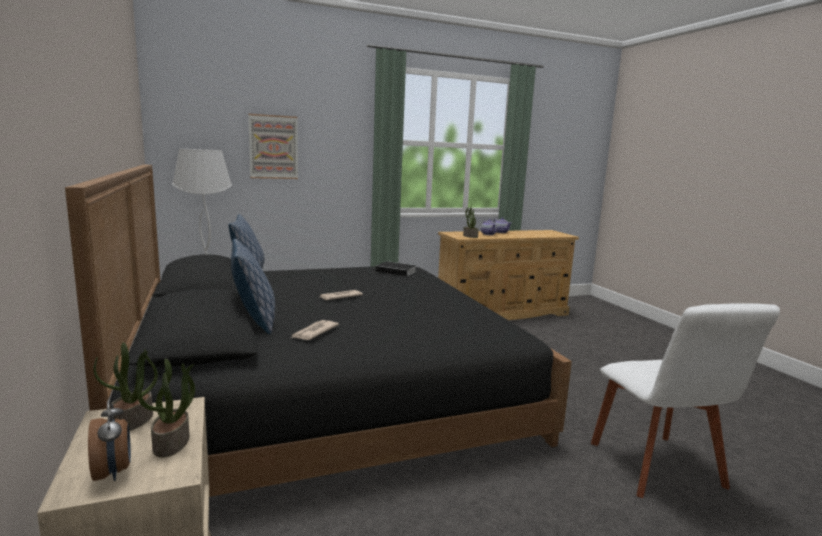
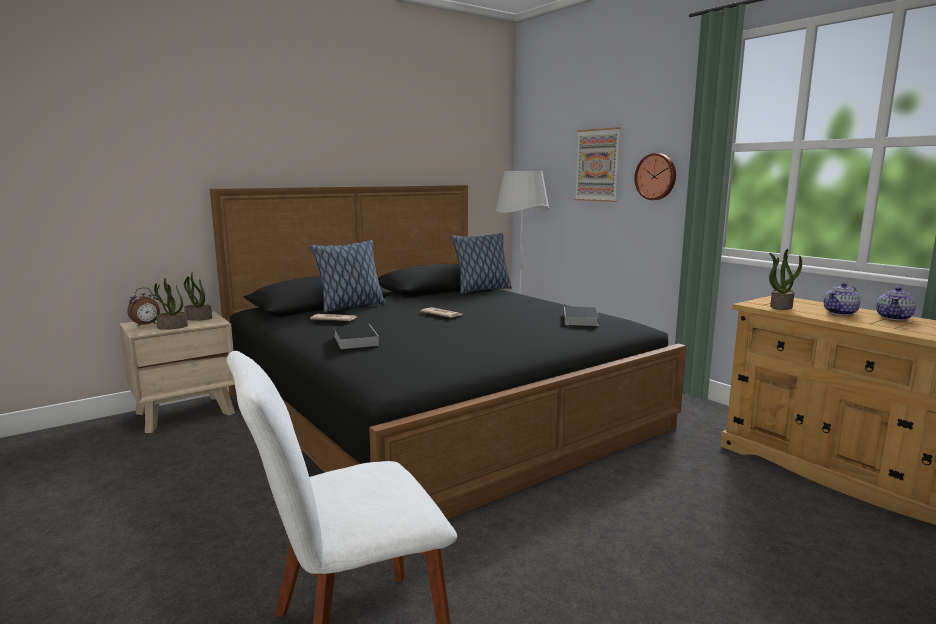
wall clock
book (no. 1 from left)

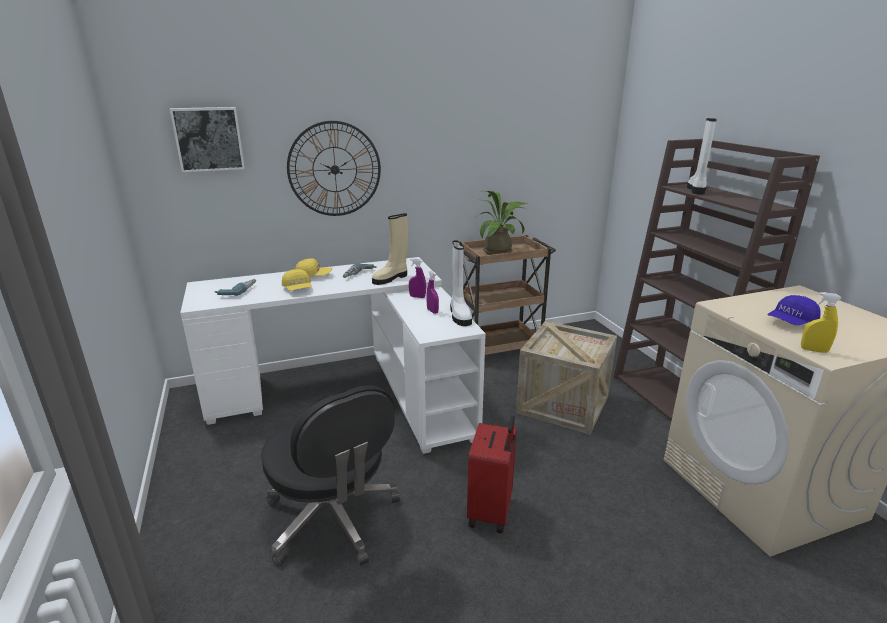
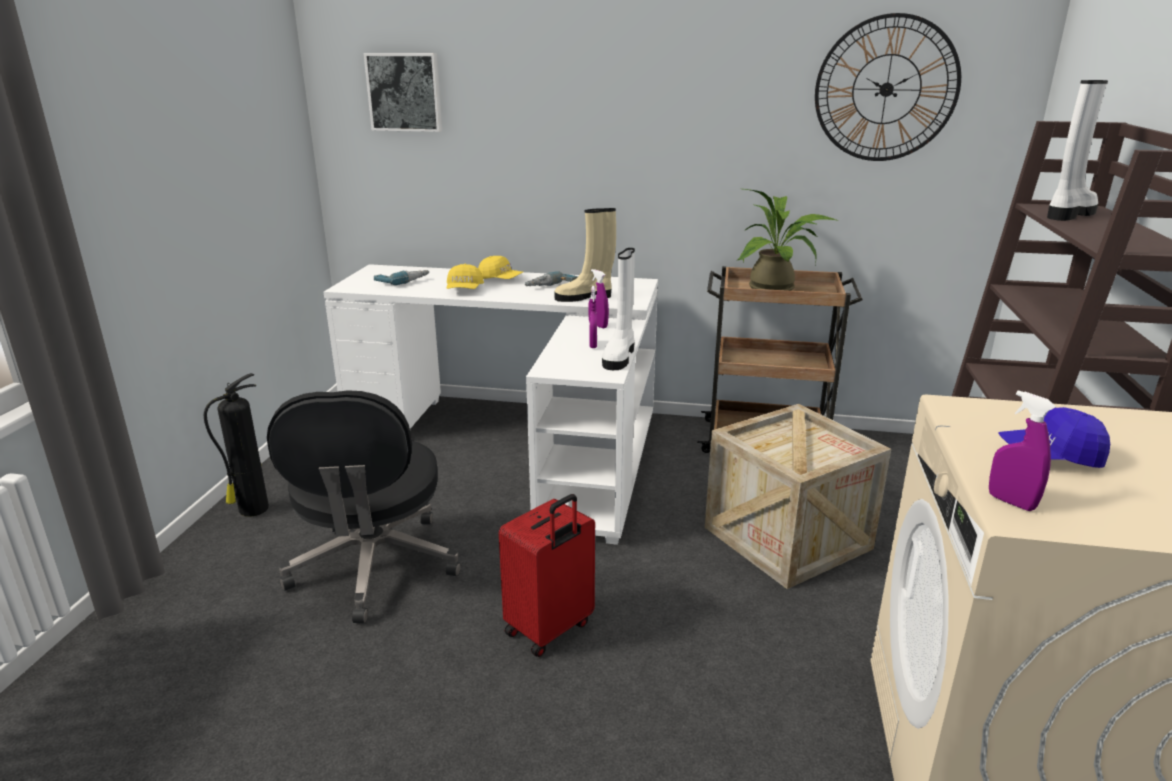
wall clock
spray bottle/purple (no. 3 from left)
fire extinguisher

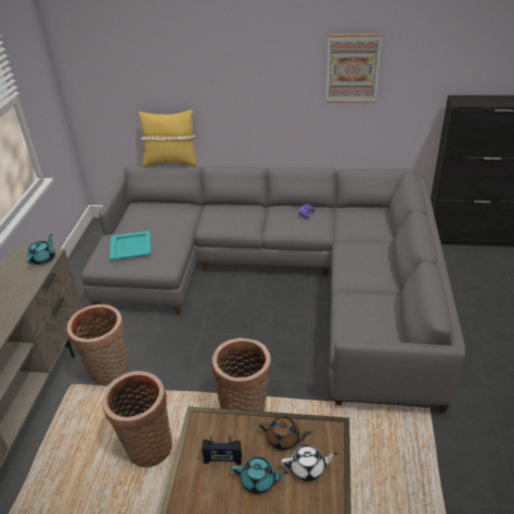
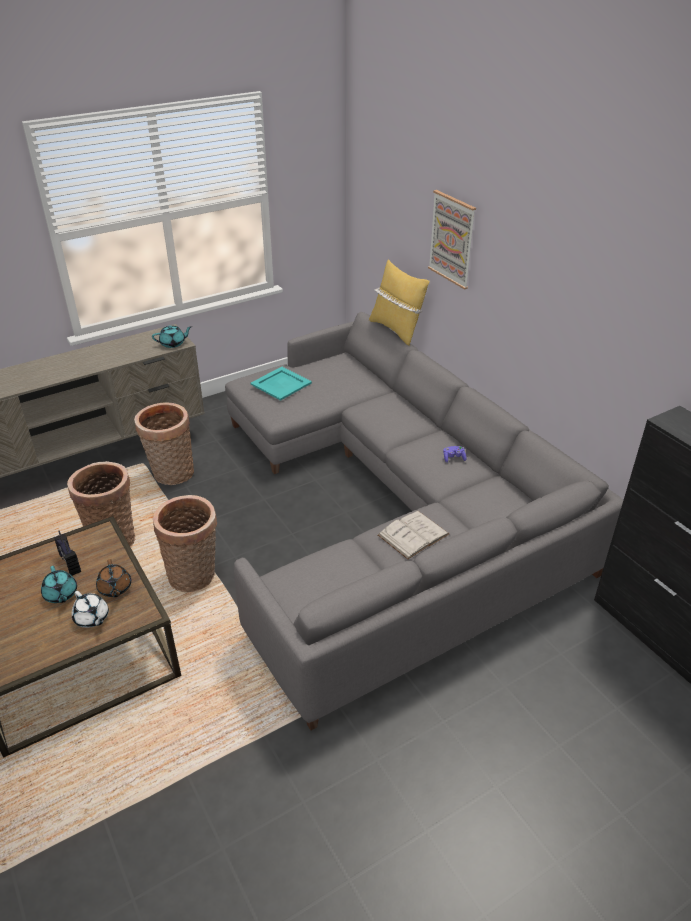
picture
book/white

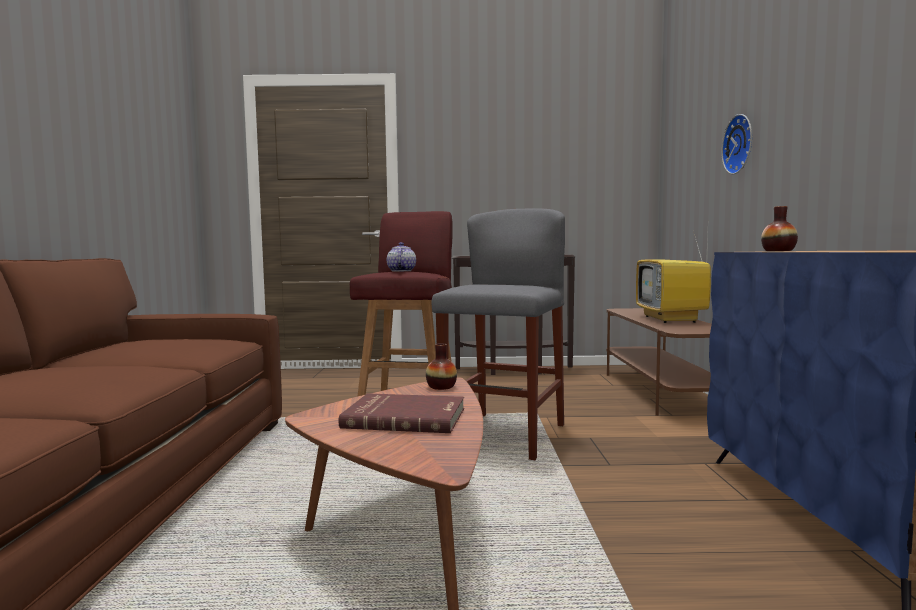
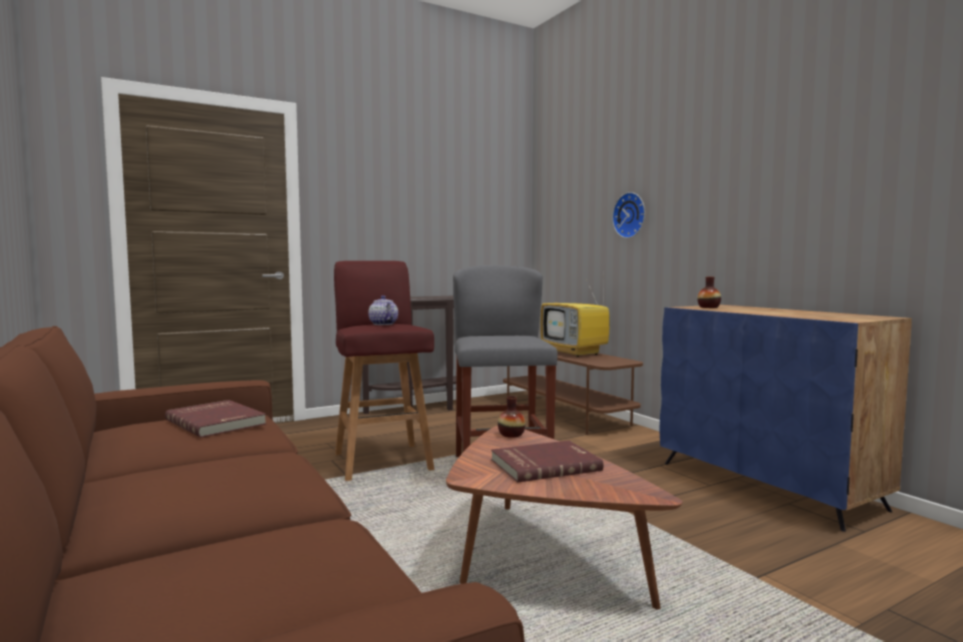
book/red (no. 1 from left)

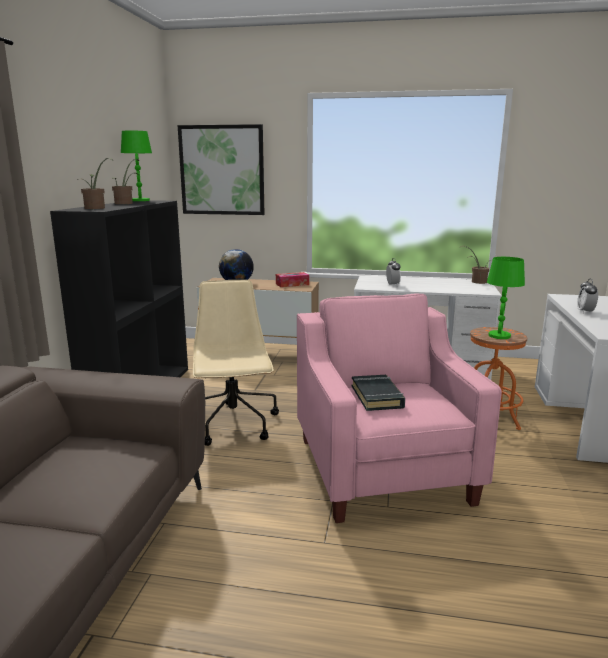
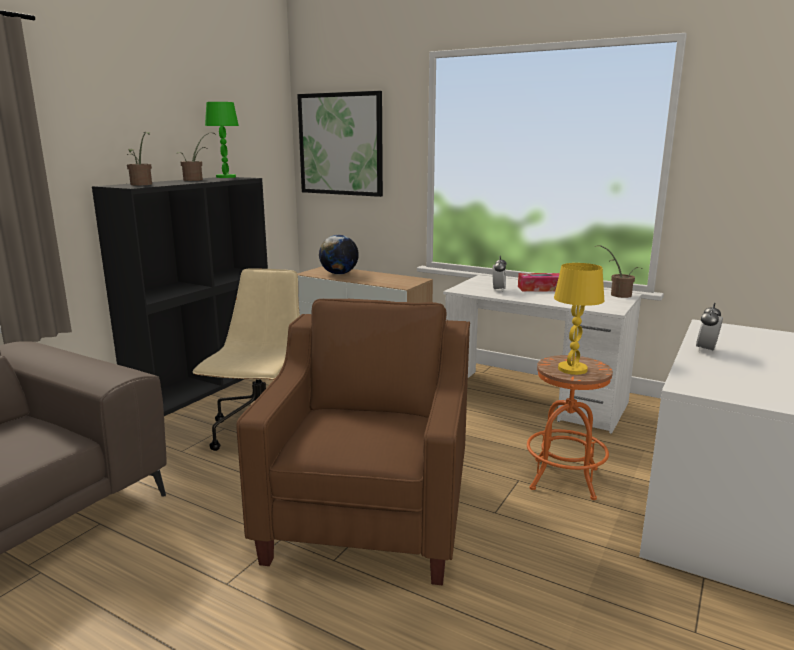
table lamp/yellow
tissue box
armchair/brown
book/black

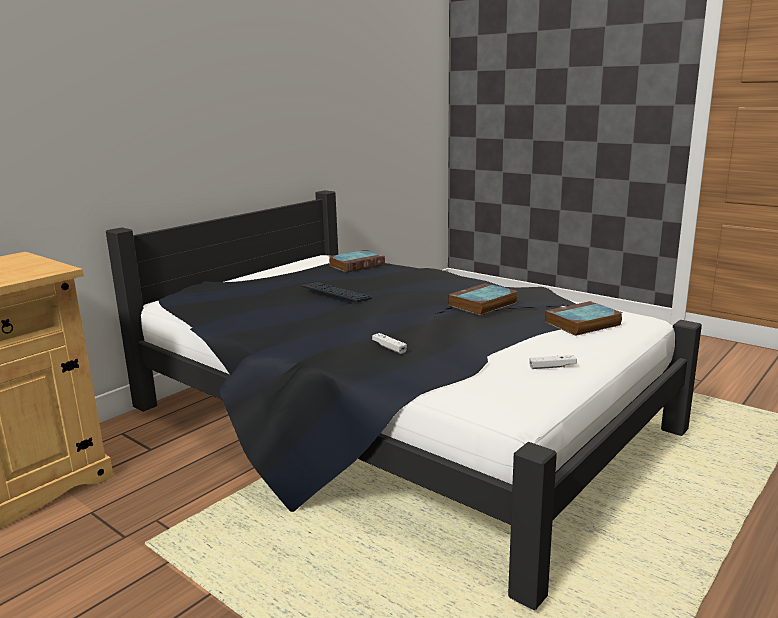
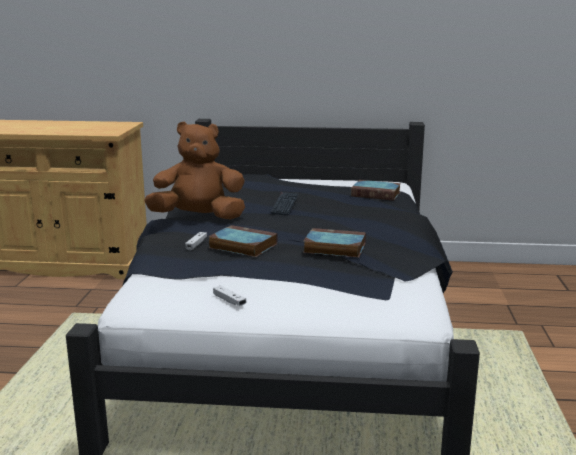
book (no. 1 from left)
plush toy/brown

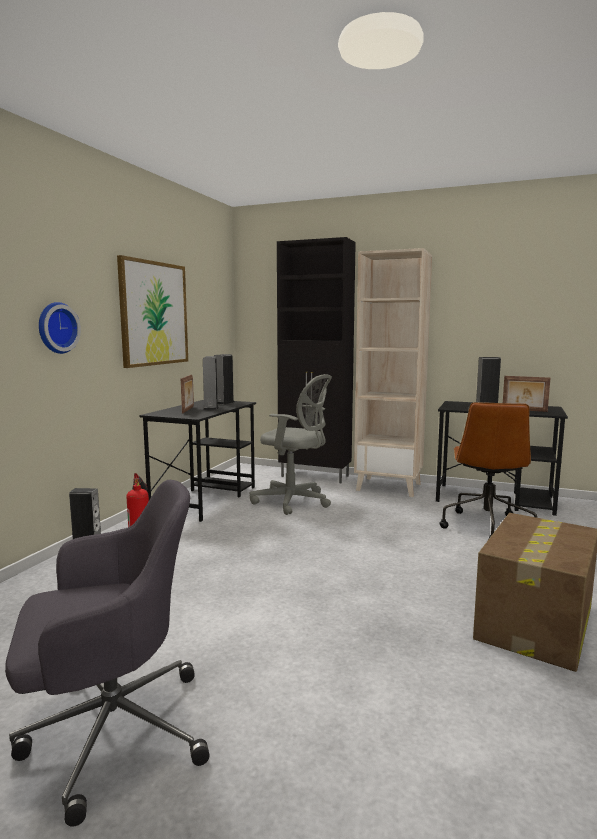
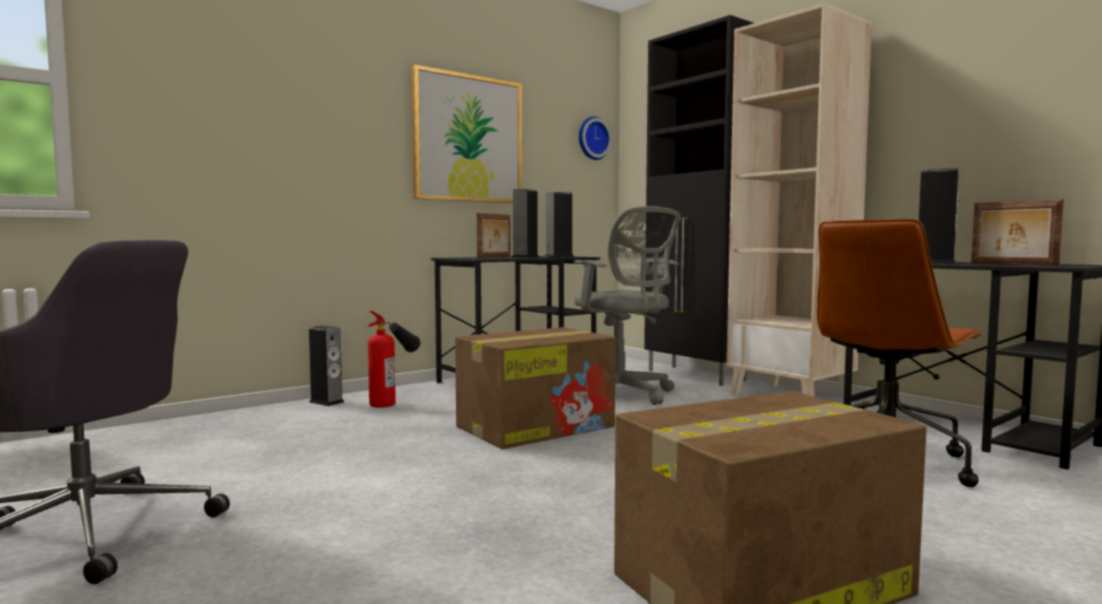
wall clock
cardboard box (no. 1 from left)

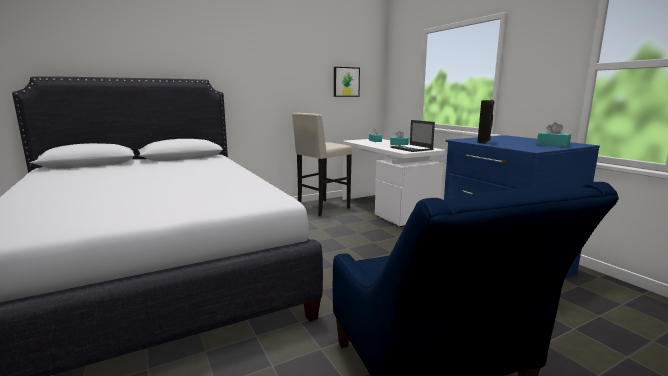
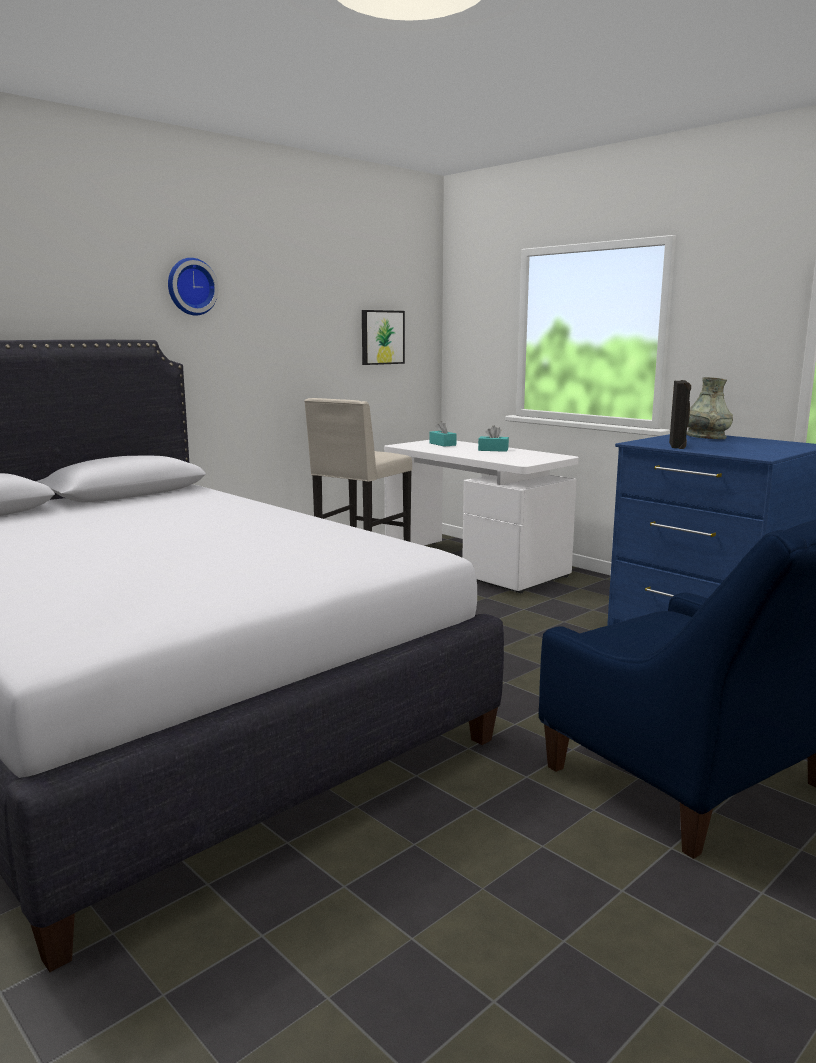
laptop
tissue box/turquoise (no. 3 from left in the first image)
wall clock
vase/grey

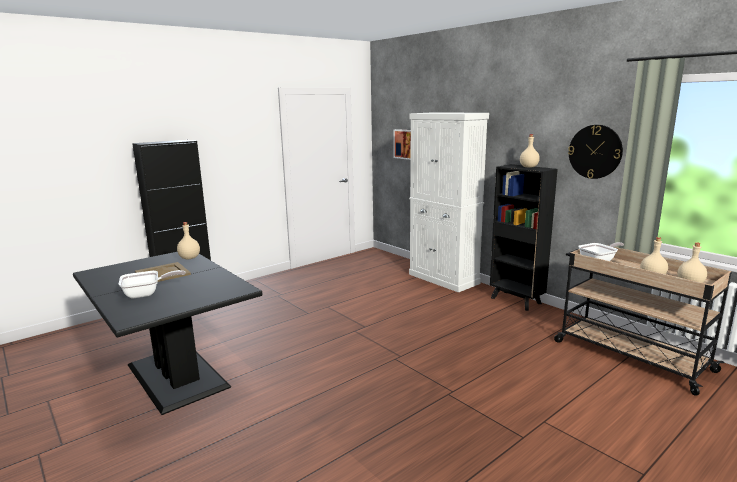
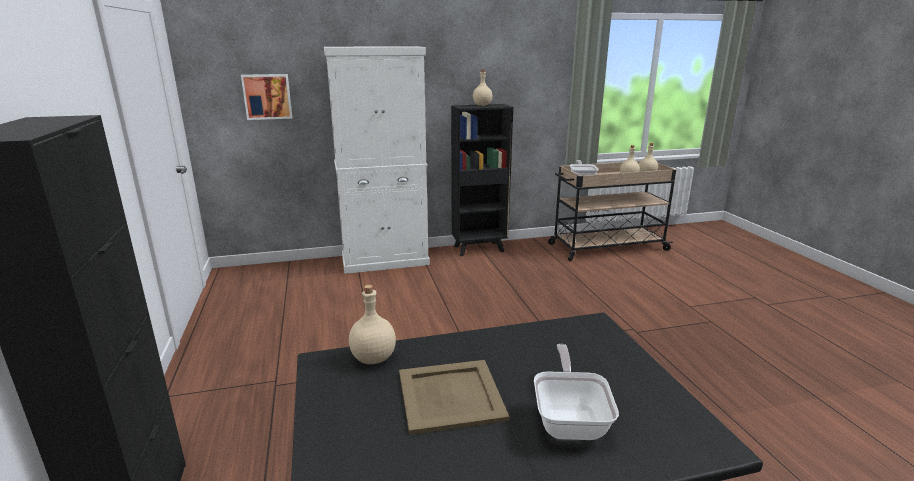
wall clock

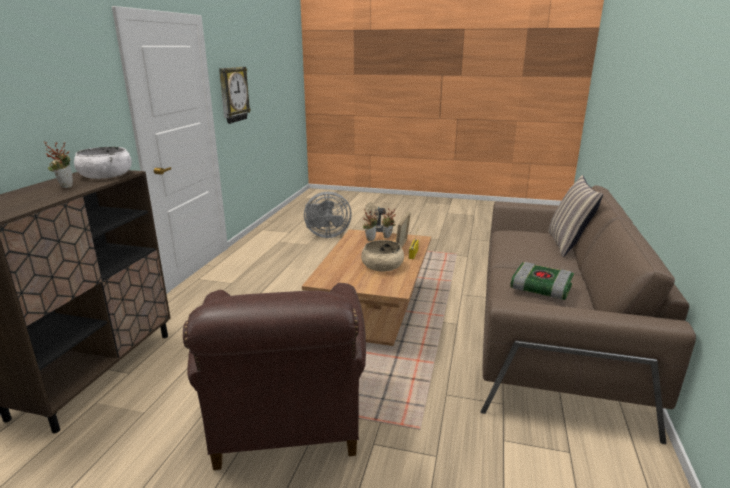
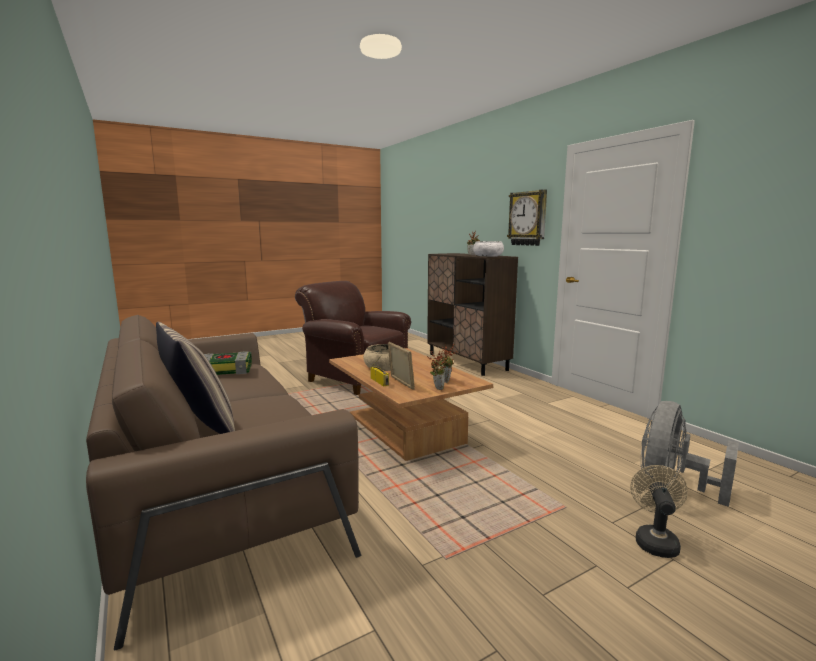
wall clock

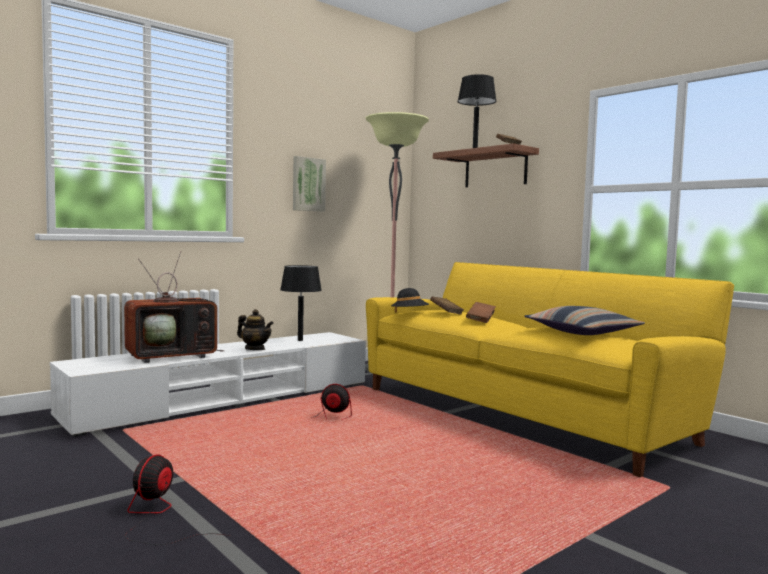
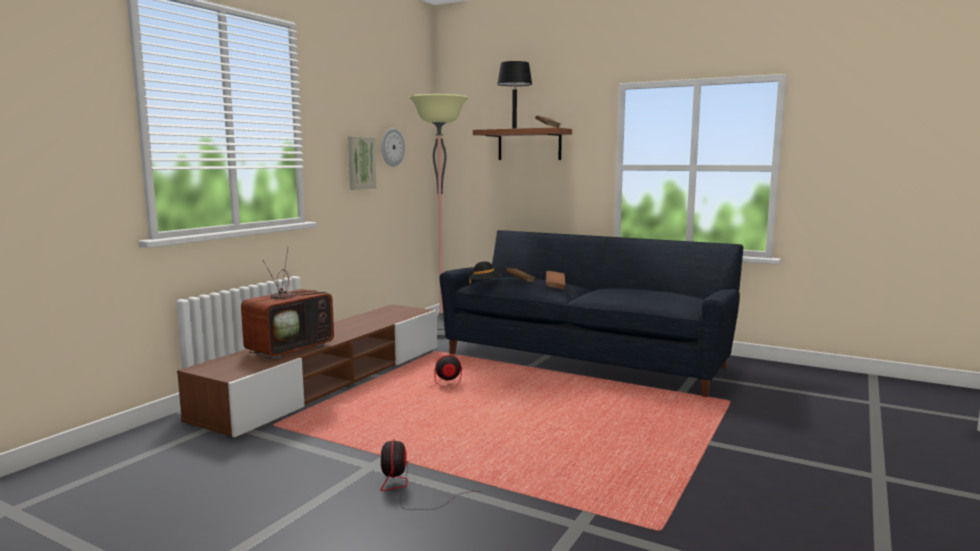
sofa/black
table lamp/black (no. 1 from left in the first image)
pillow
teapot
tv stand/brown
wall clock

